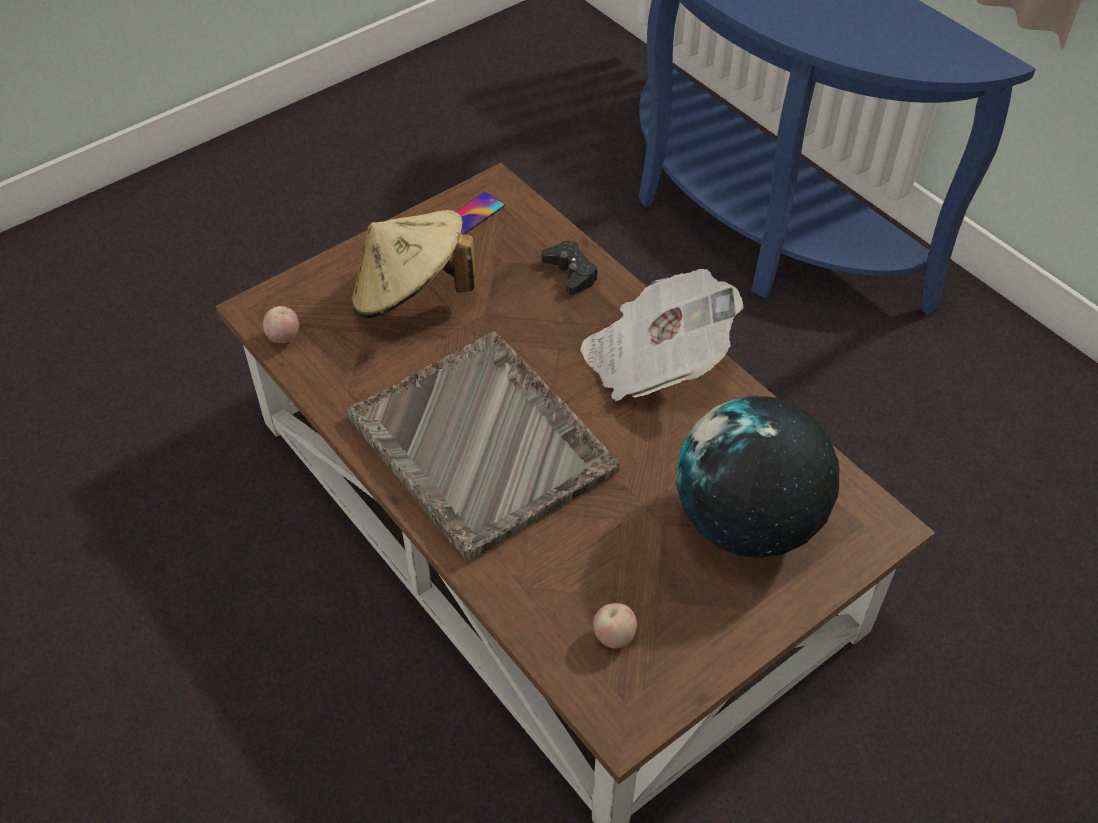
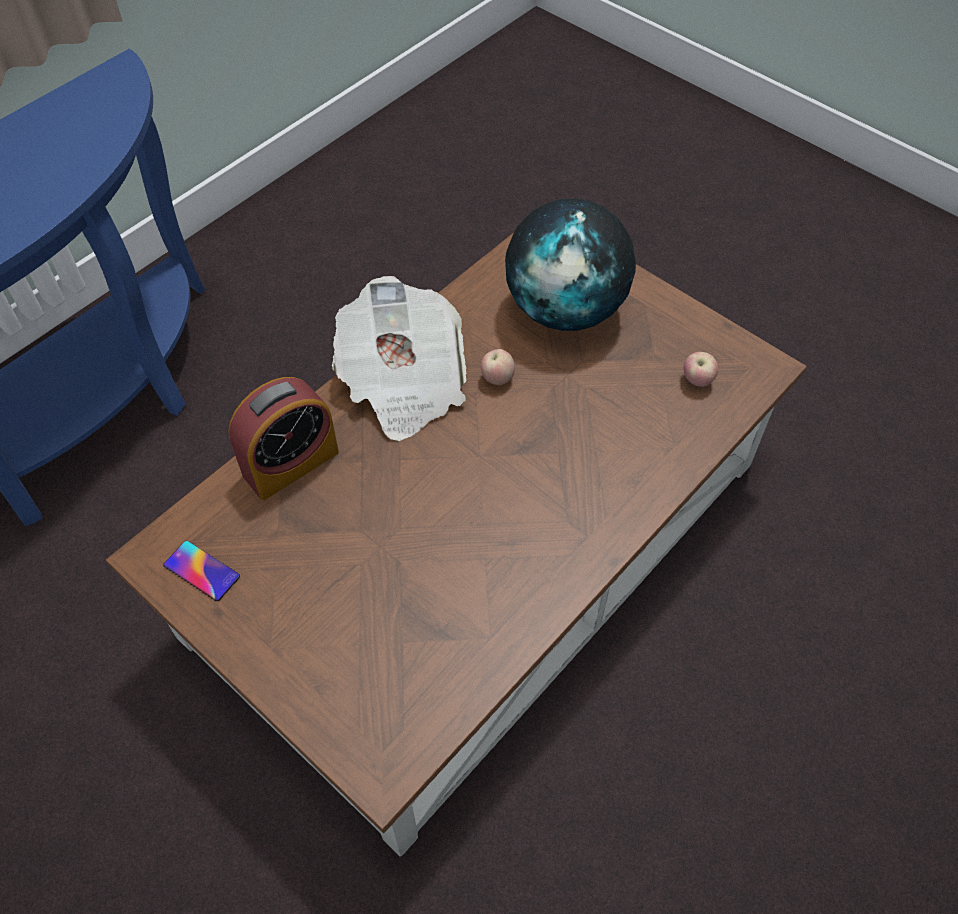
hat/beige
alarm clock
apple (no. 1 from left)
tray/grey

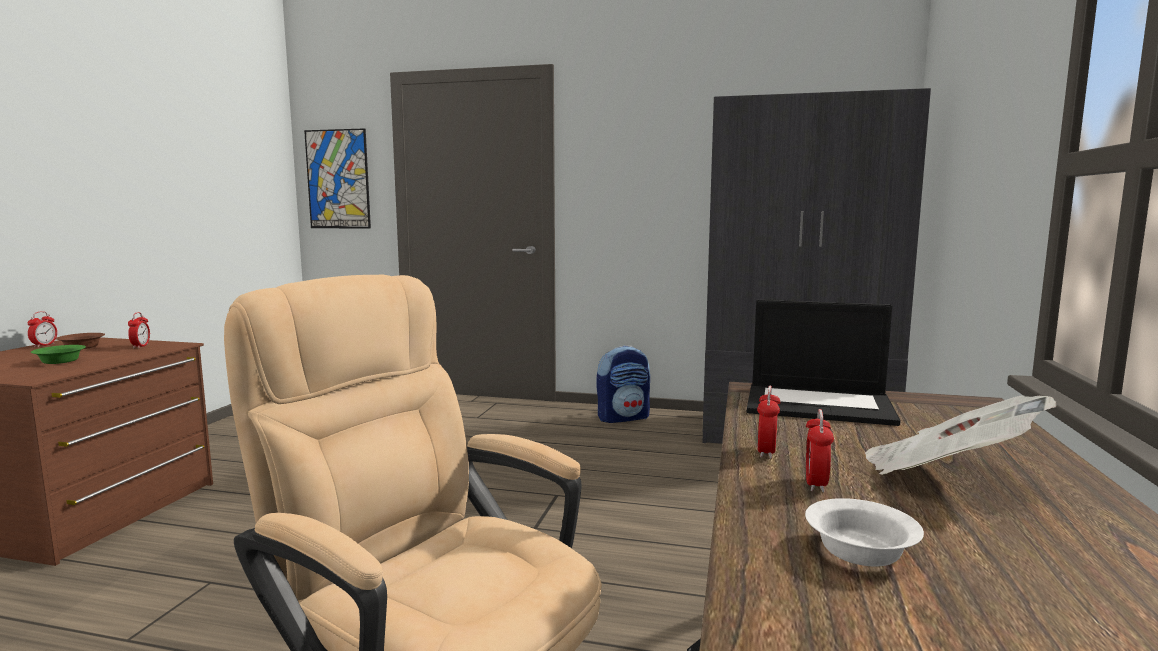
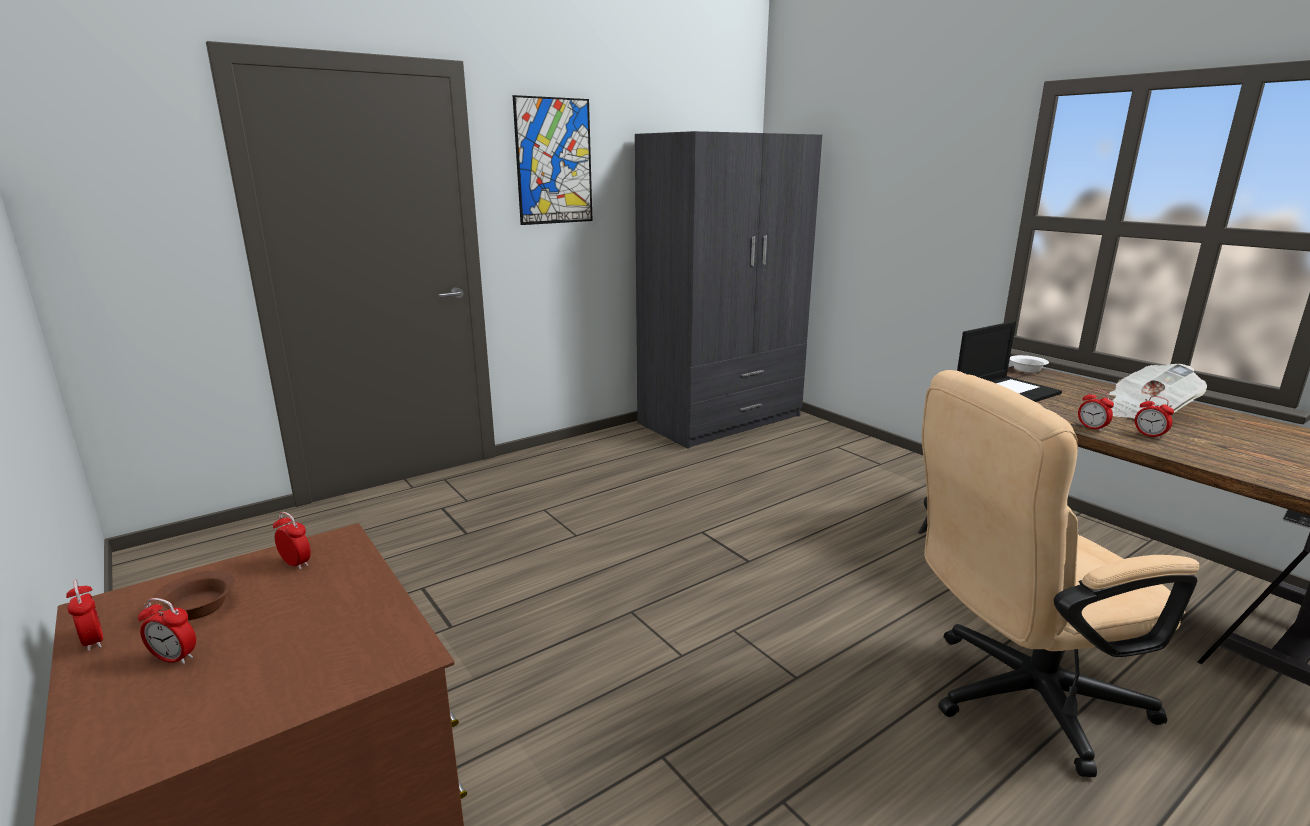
picture
bowl/green
backpack
bowl/white
alarm clock (no. 2 from left)

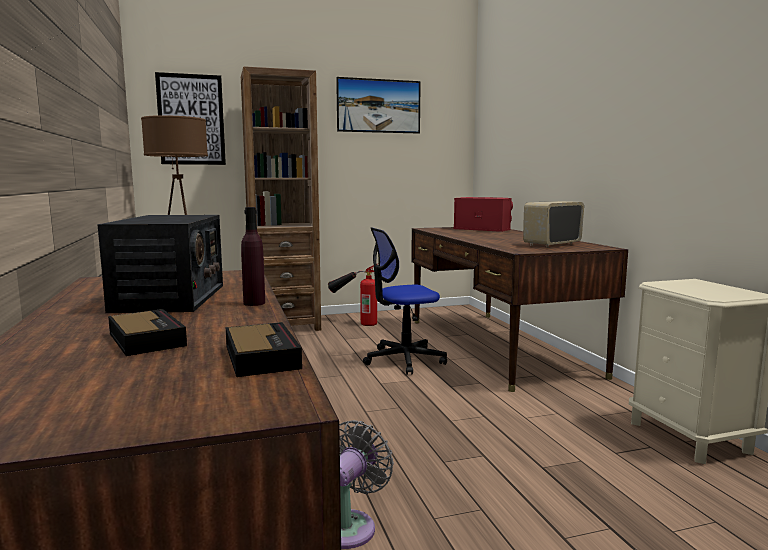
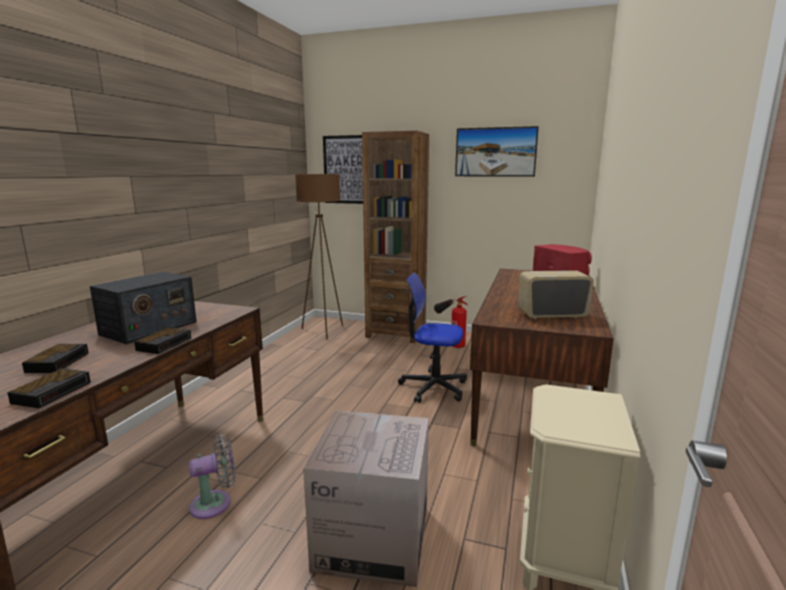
alarm clock (no. 3 from left)
cardboard box

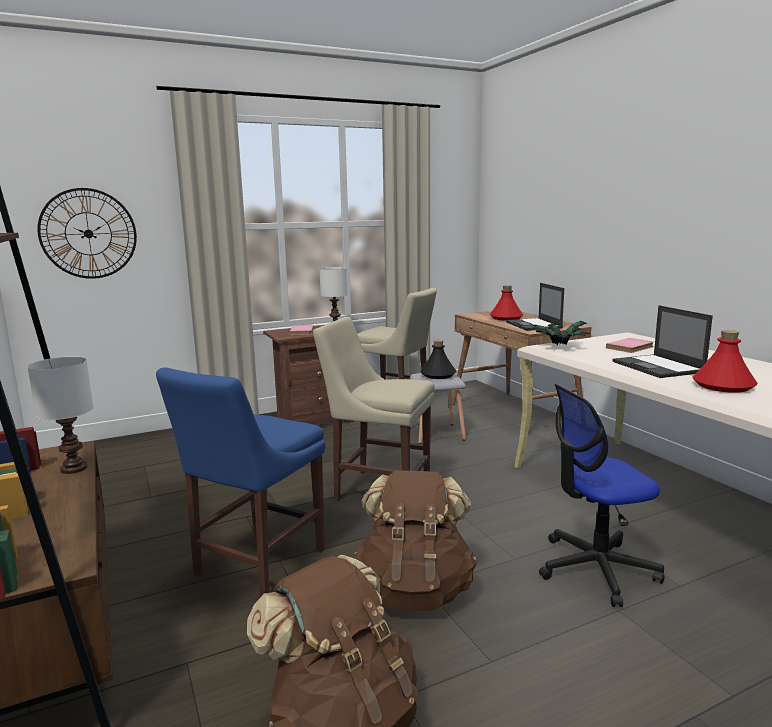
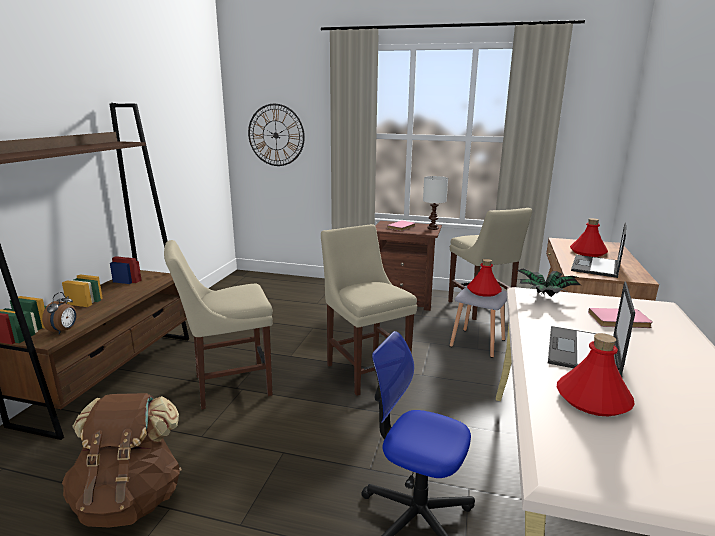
bottle/red (no. 1 from left)
table lamp/white (no. 1 from left in the first image)
chair/beige (no. 1 from left)
backpack/brown (no. 2 from left in the first image)
alarm clock

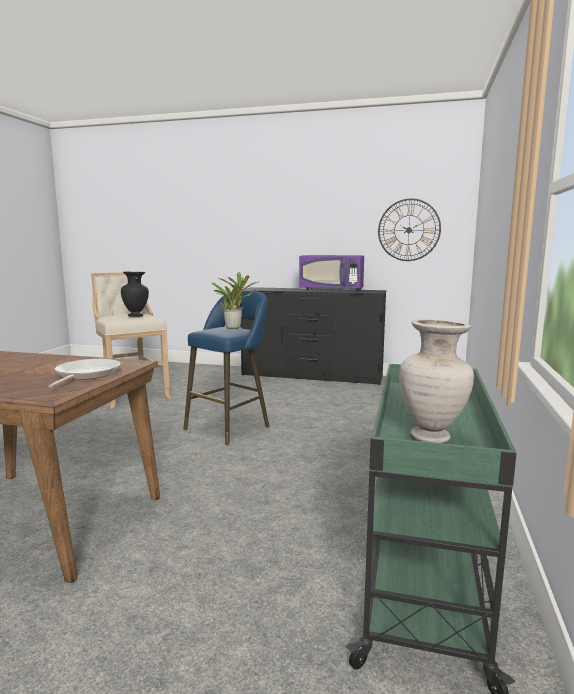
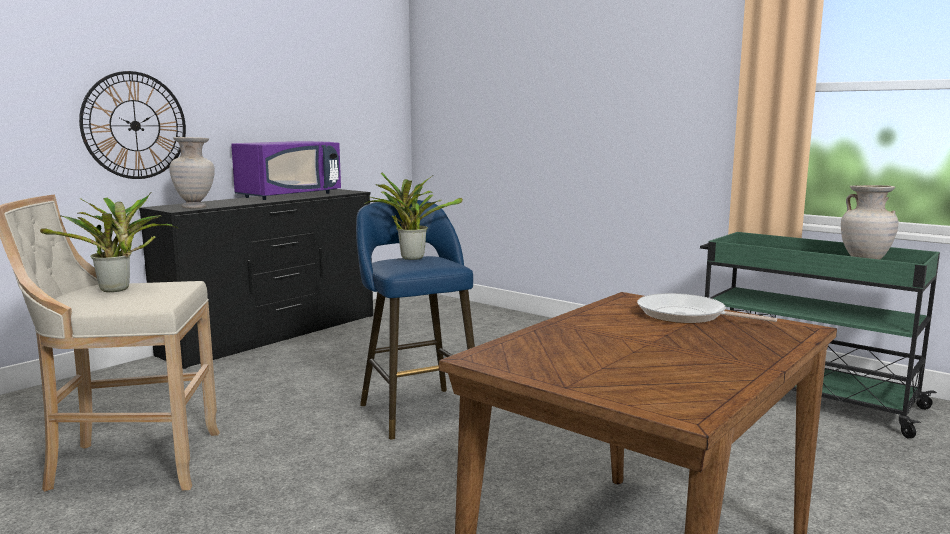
wall clock
potted plant (no. 1 from left)
vase/beige (no. 1 from left)

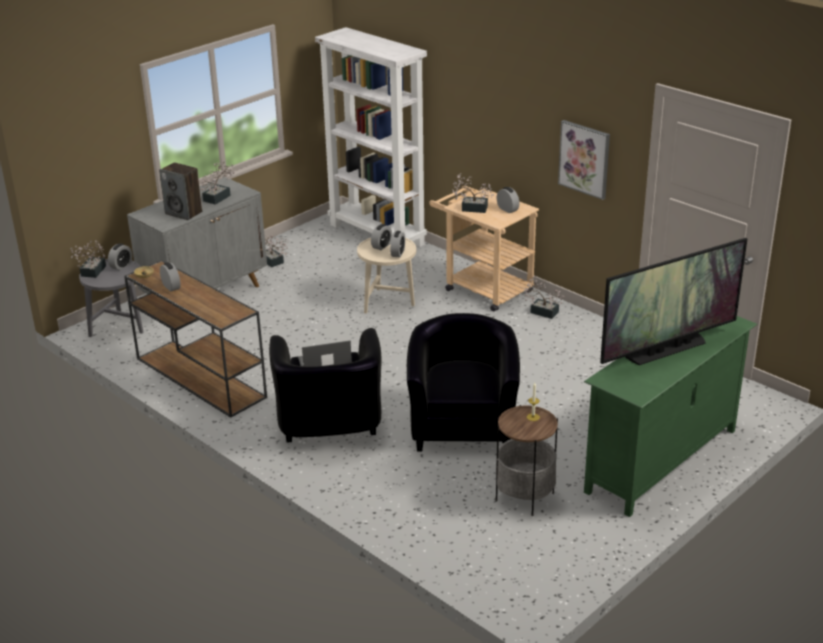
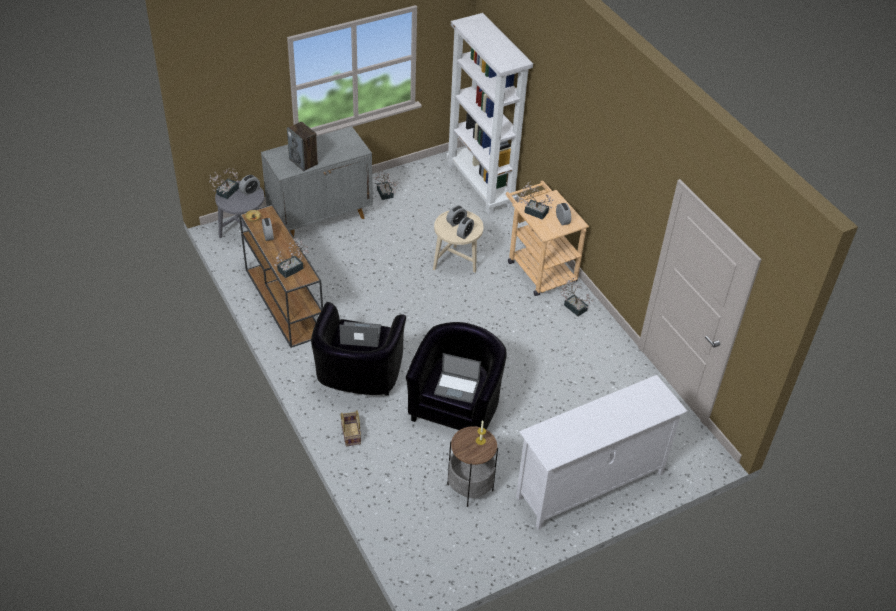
picture
potted plant (no. 2 from left)
television
tv stand/white
laptop (no. 2 from left)
basket

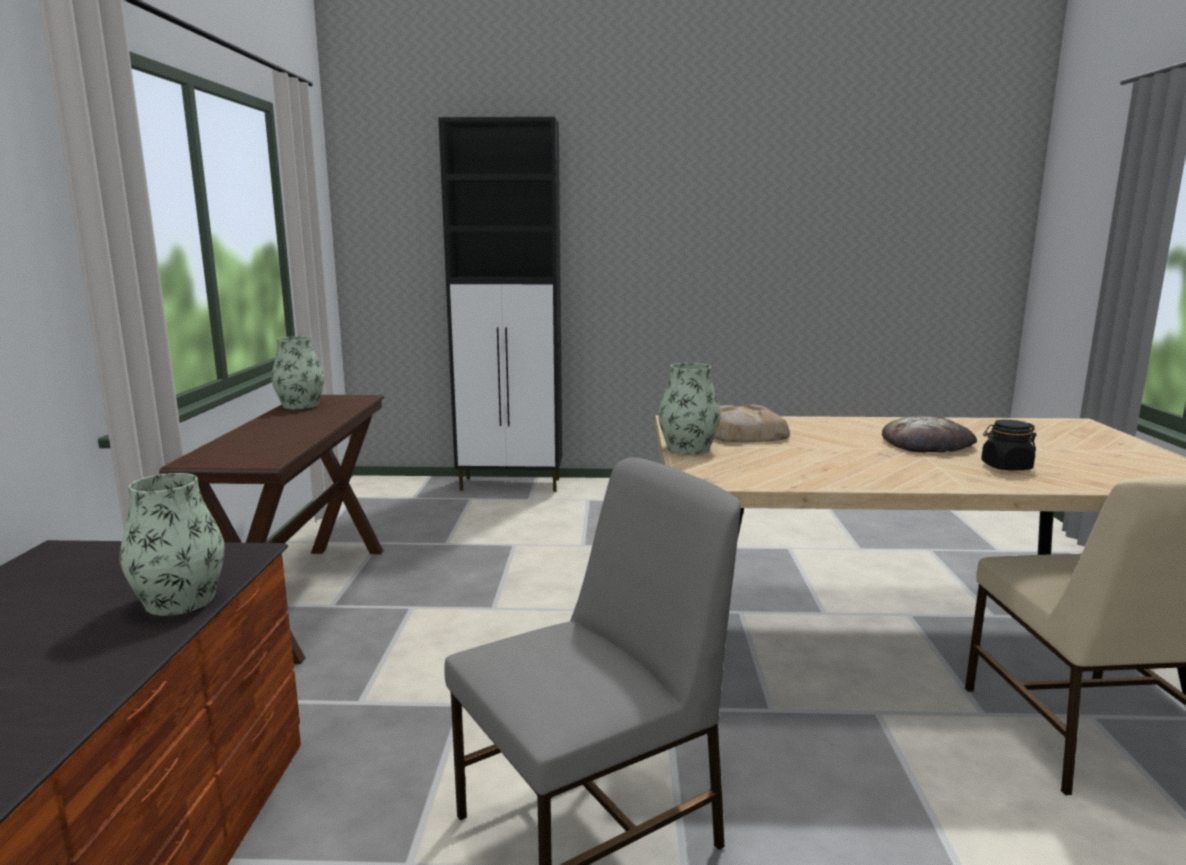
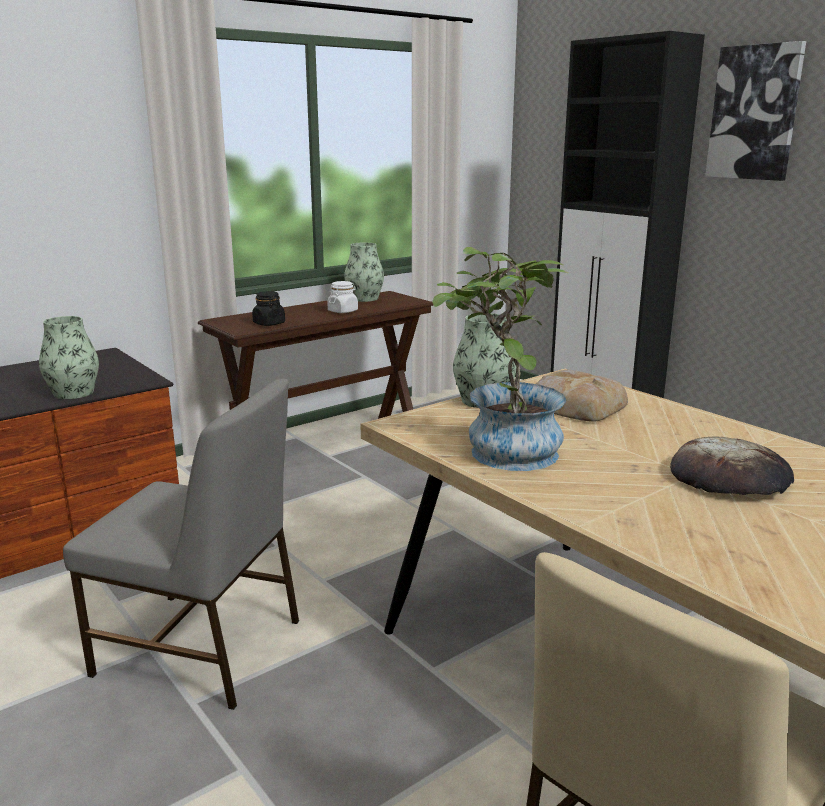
jar/black
picture
potted plant
jar/white

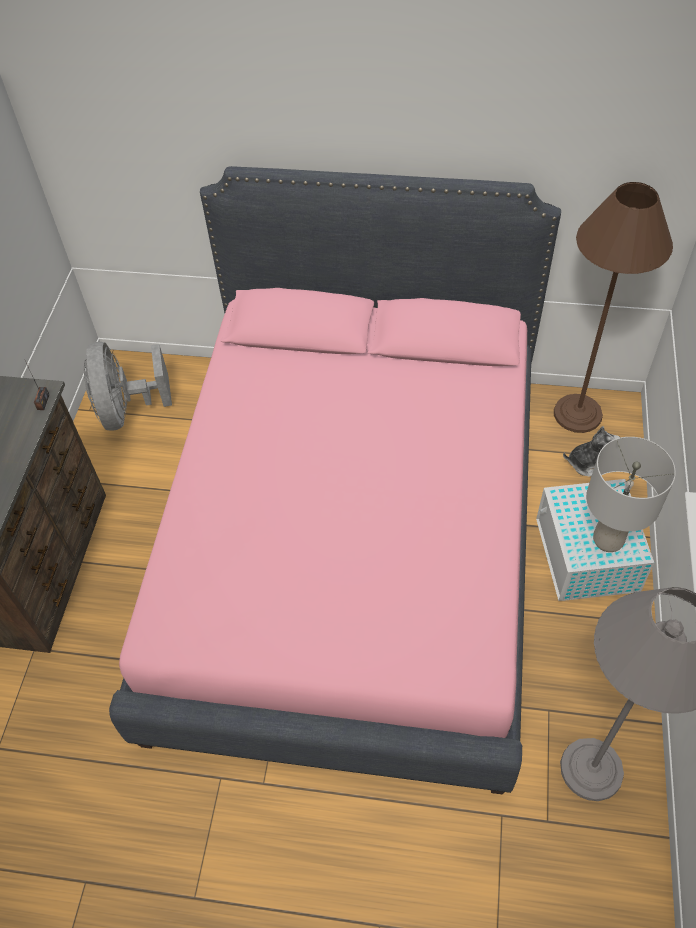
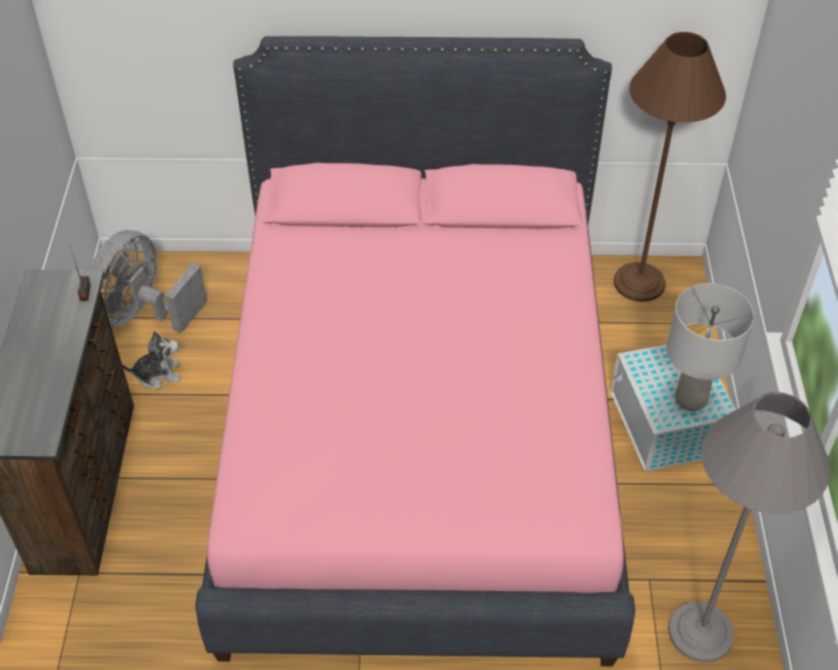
fan/grey
plush toy

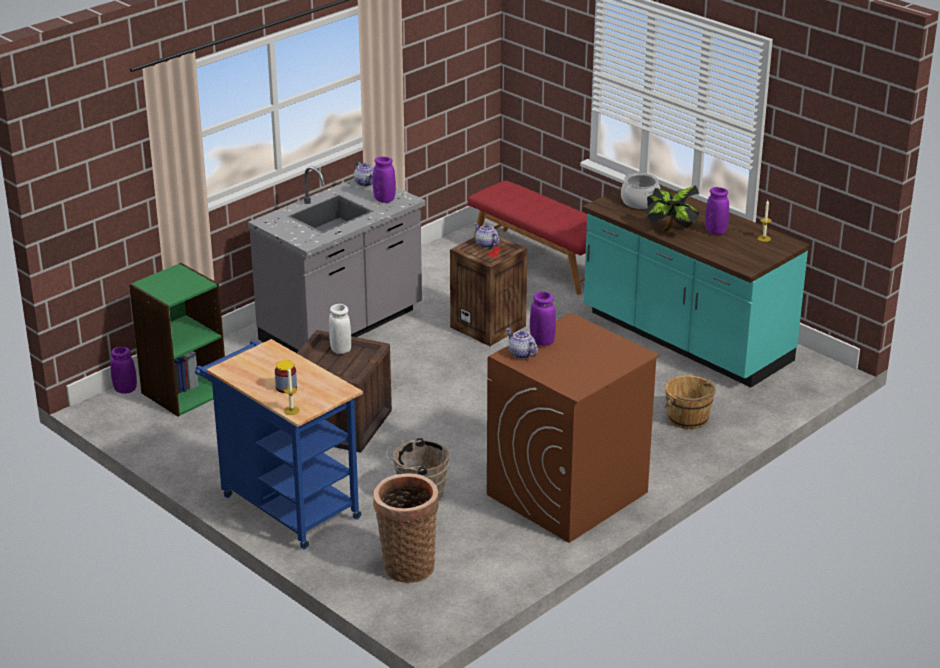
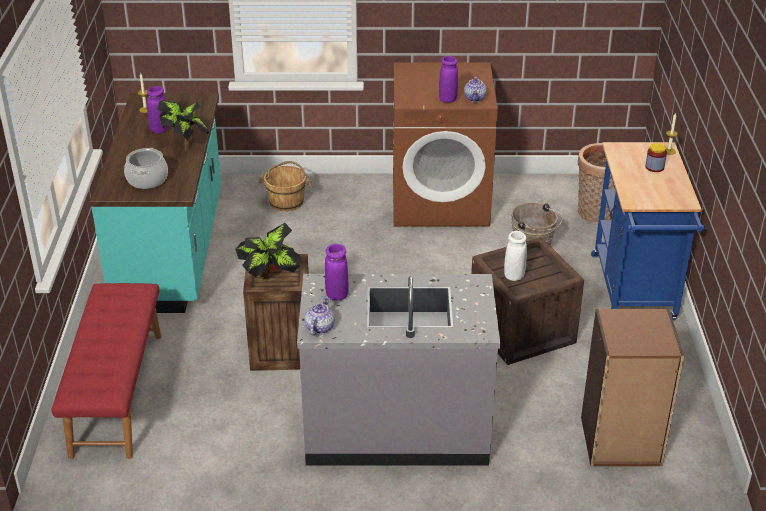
potted plant (no. 2 from left)
bookcase/brown
vase/purple (no. 1 from left in the first image)

